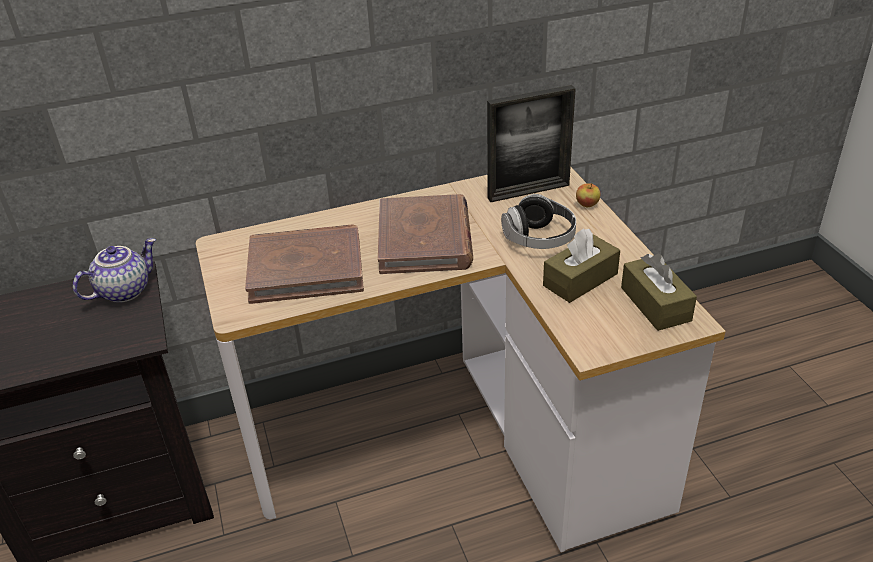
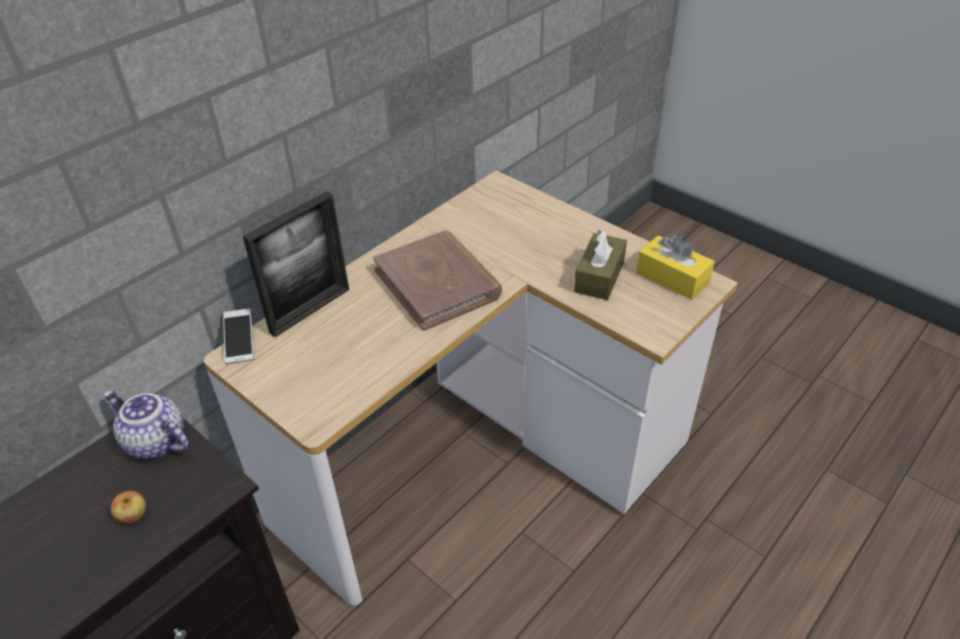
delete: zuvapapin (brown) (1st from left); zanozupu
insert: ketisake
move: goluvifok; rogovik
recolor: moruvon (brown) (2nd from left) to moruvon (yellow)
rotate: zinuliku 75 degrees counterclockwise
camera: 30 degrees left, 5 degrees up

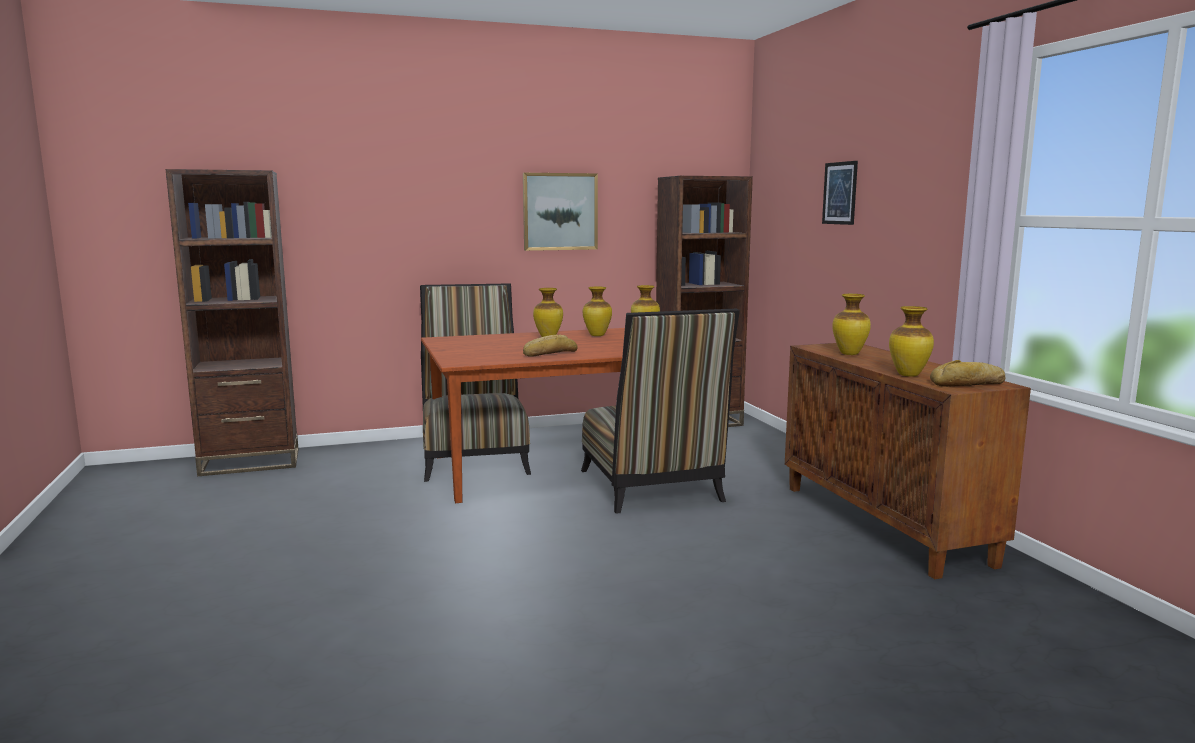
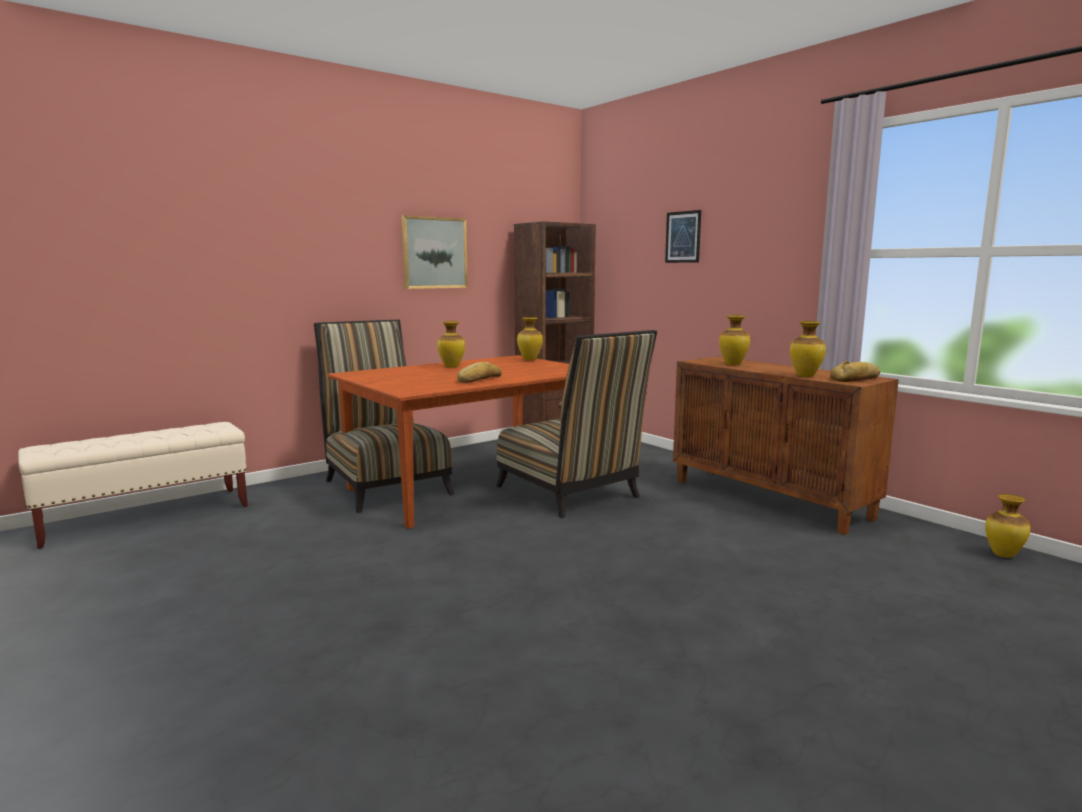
move: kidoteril (2nd from left in the first image) to kidoteril (5th from left)
replace: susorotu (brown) (1st from left) to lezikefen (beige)
camera: 20 degrees left, 0 degrees up

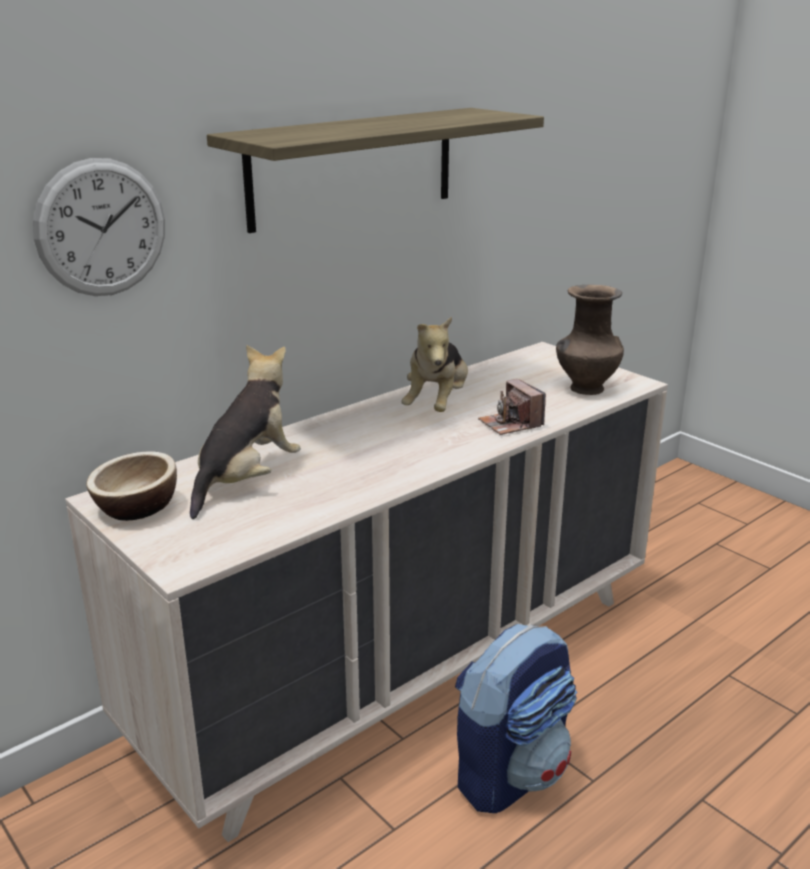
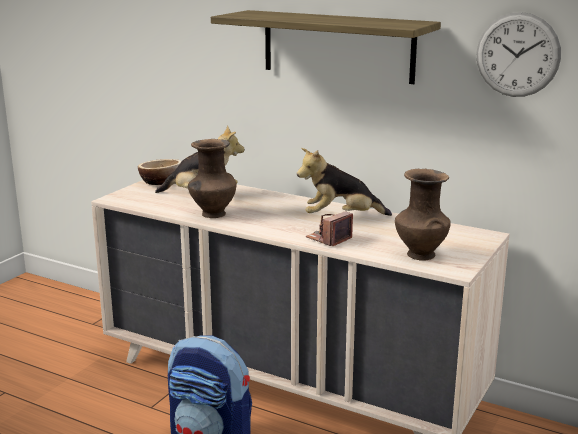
insert: kidoteril (brown) (1st from left)
move: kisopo
camera: 70 degrees right, 5 degrees down

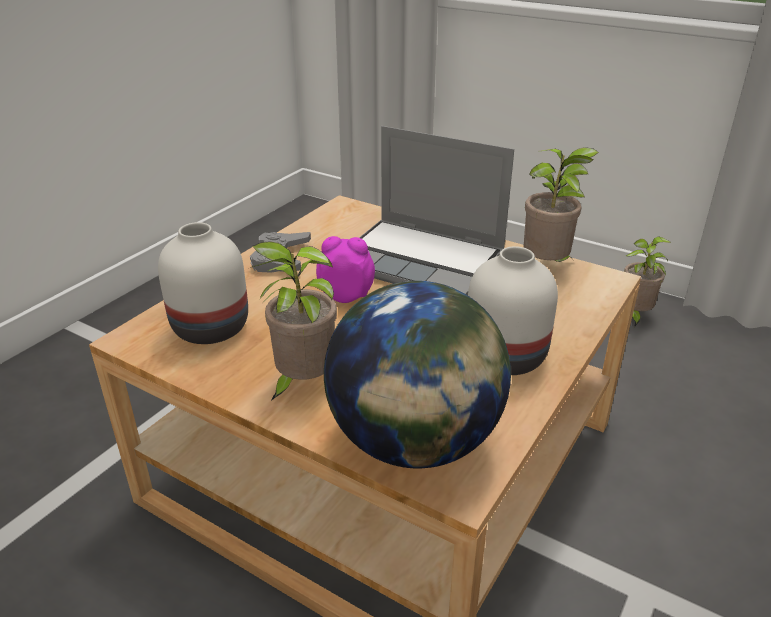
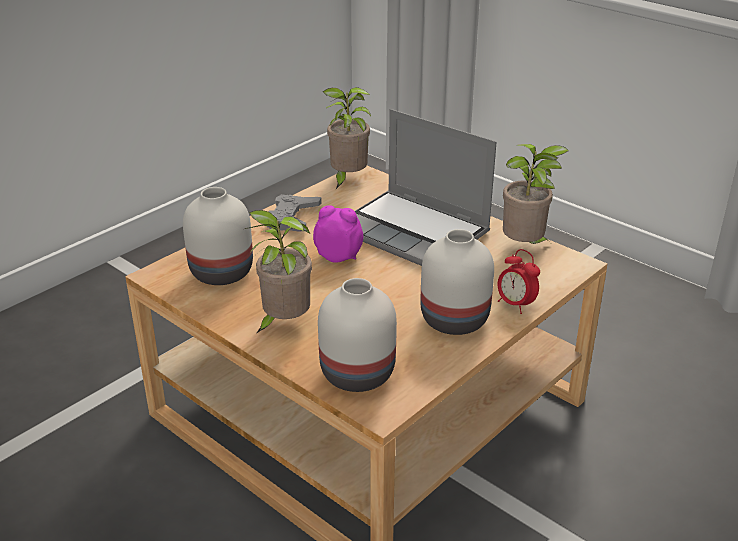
insert: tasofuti (2nd from left)
move: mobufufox (3rd from left in the first image) to mobufufox (2nd from left)
replace: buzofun to kidoteril (white) (2nd from left)
camera: 10 degrees right, 0 degrees up

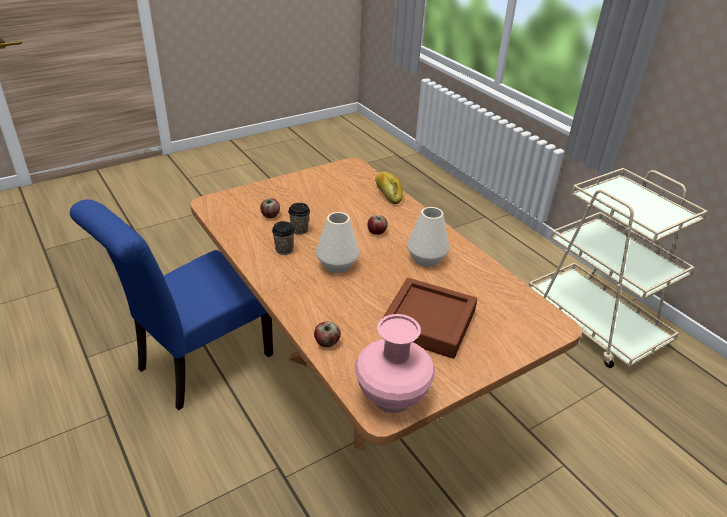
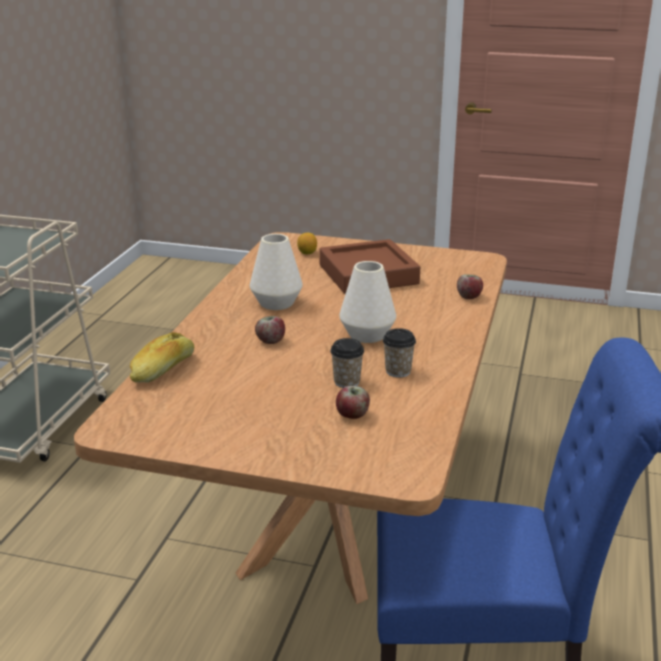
delete: kidoteril (pink)
insert: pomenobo
camera: 130 degrees left, 10 degrees down

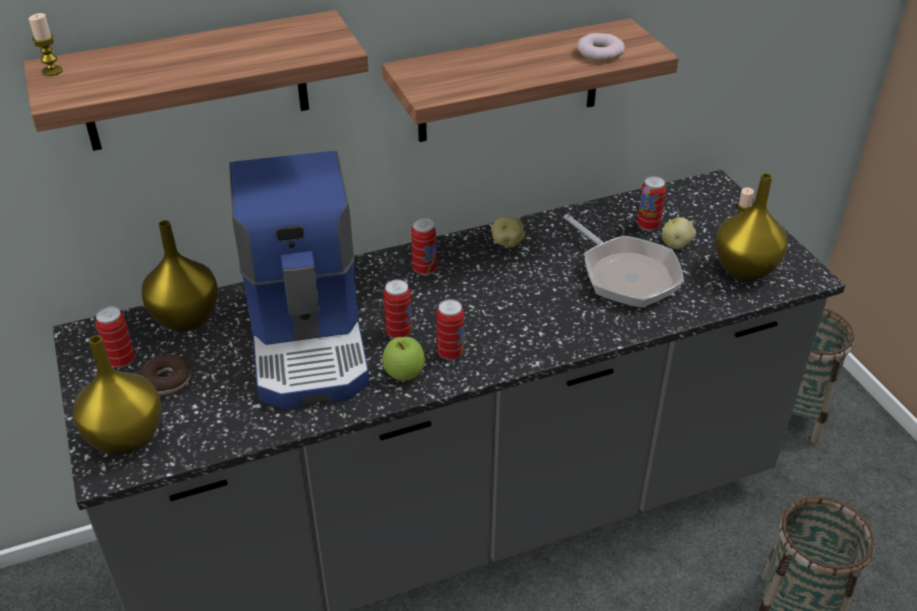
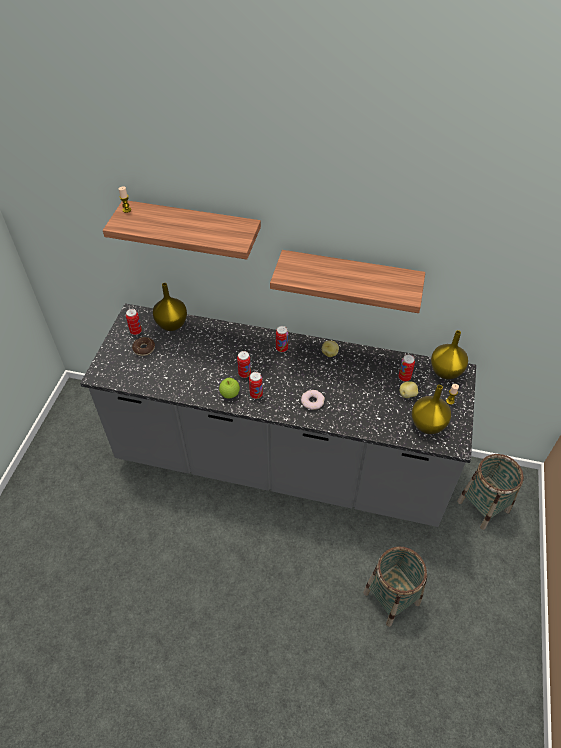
delete: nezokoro; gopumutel
move: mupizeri (2nd from left); kidoteril (yellow) (1st from left in the first image) to kidoteril (yellow) (3rd from left)
camera: 35 degrees right, 10 degrees up

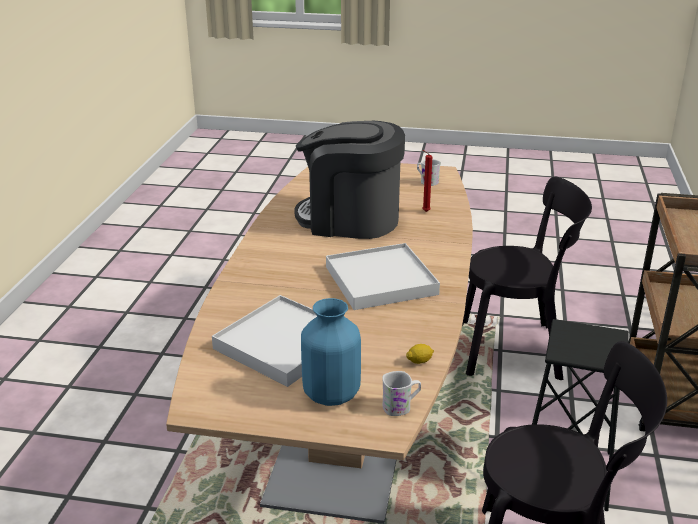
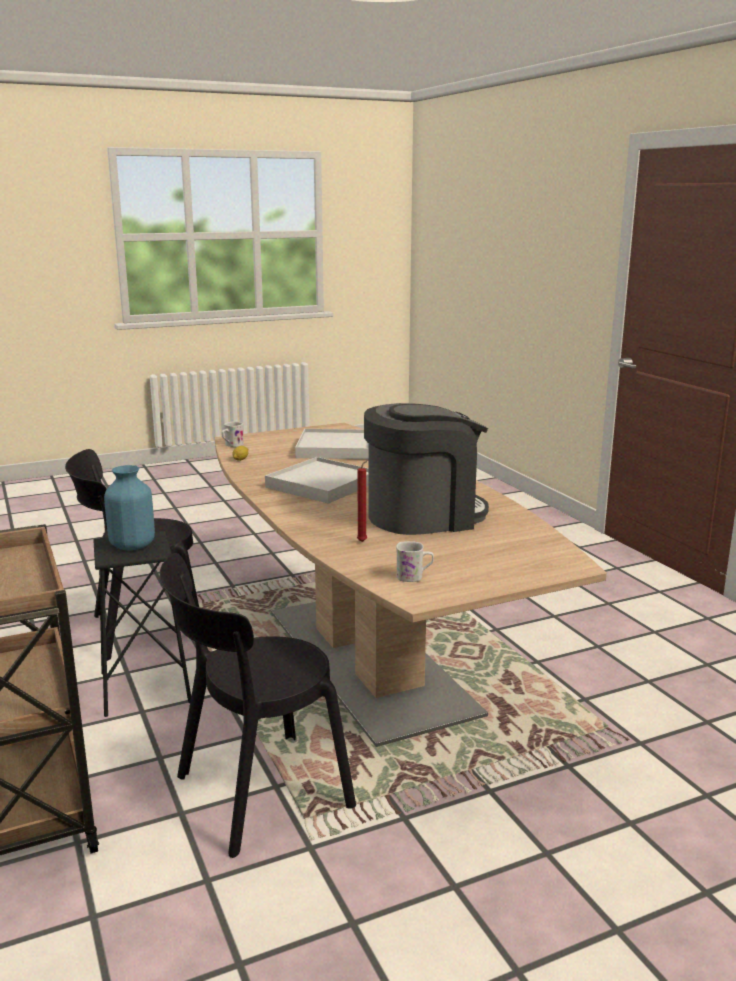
move: kidoteril (blue)
camera: 145 degrees right, 10 degrees down

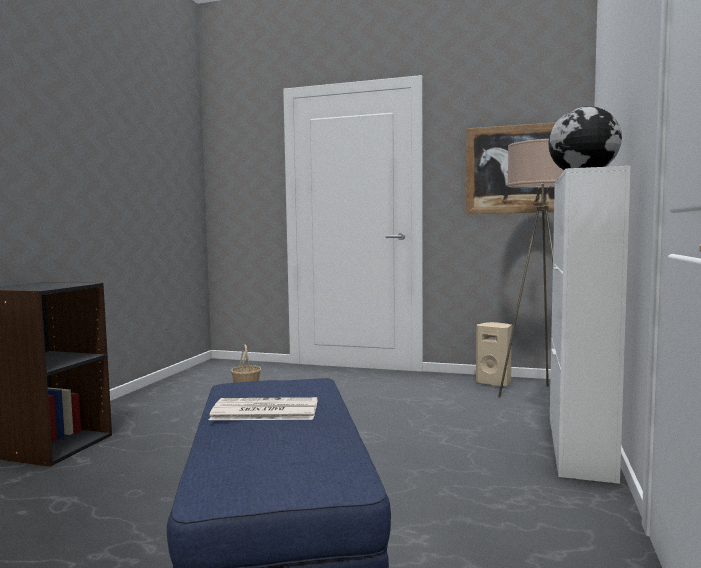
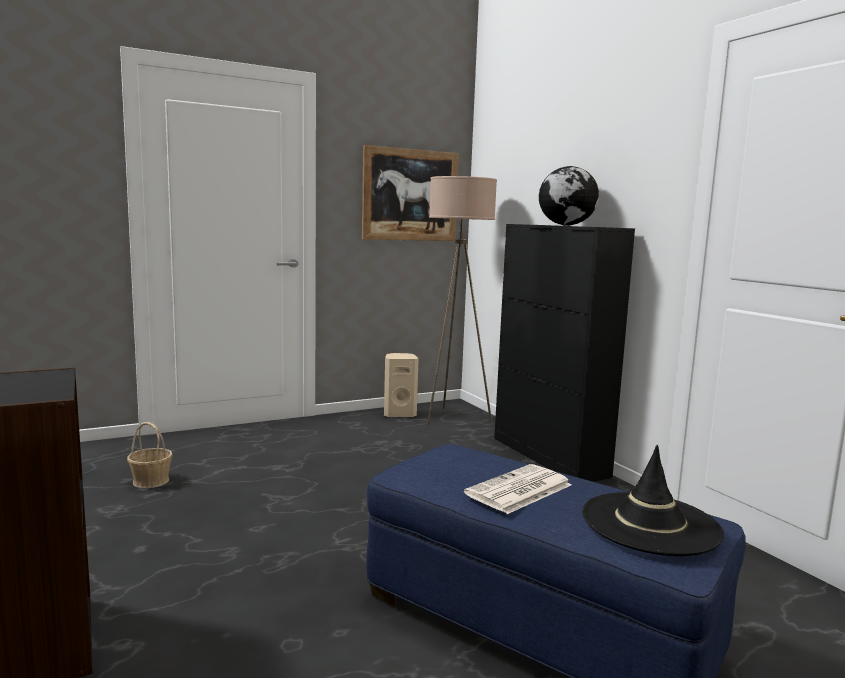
insert: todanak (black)
recolor: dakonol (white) to dakonol (black)
camera: 45 degrees left, 5 degrees up

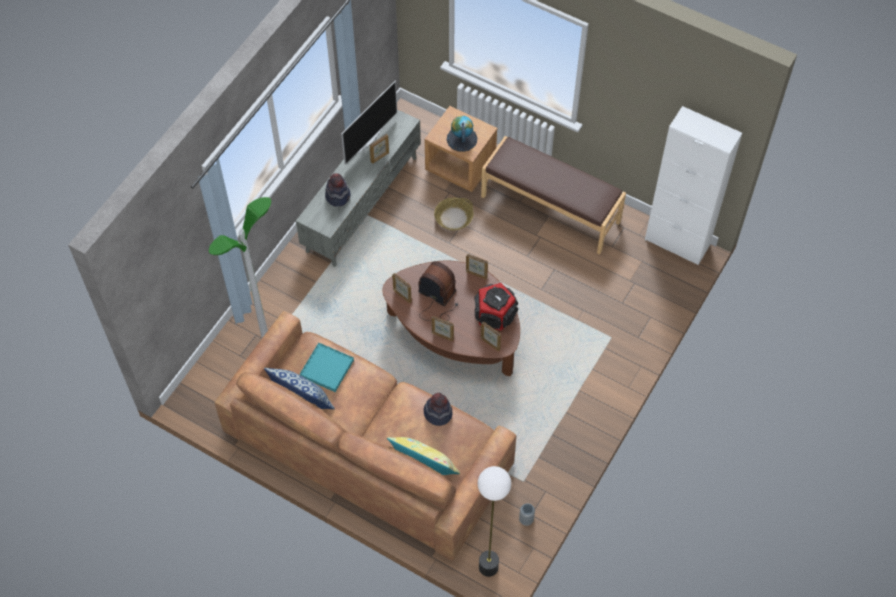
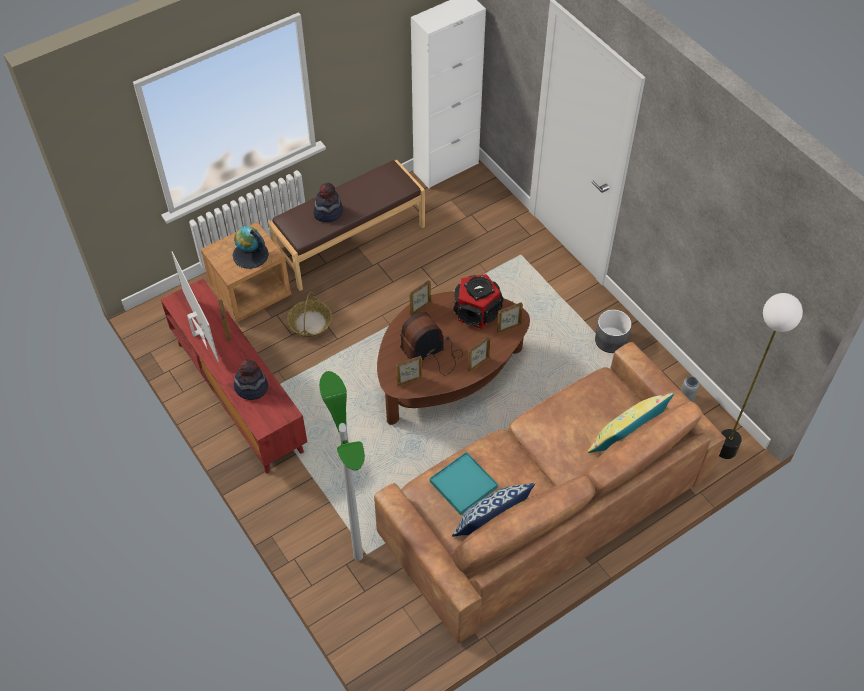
insert: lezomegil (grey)
move: todanak (2nd from left)
recolor: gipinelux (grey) to gipinelux (red)
camera: 65 degrees left, 5 degrees down

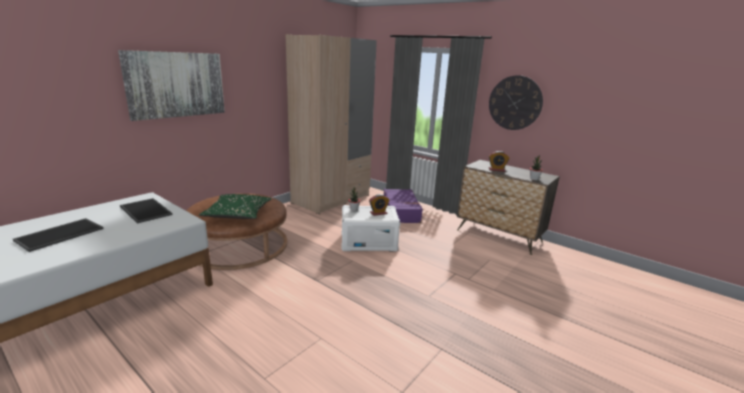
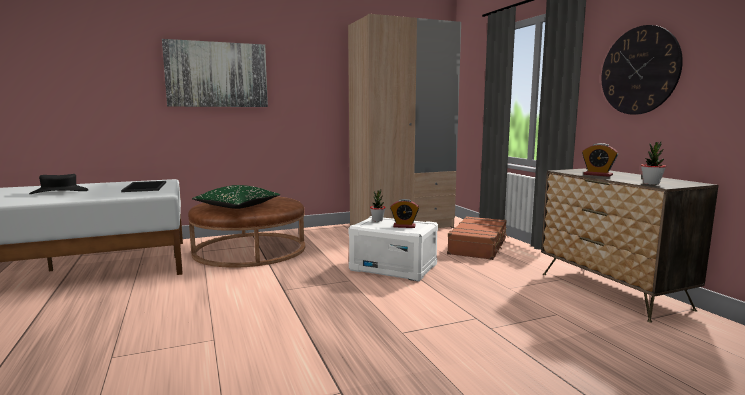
replace: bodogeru (1st from left) to todanak (black)
recolor: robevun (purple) to robevun (brown)
camera: 30 degrees right, 10 degrees down

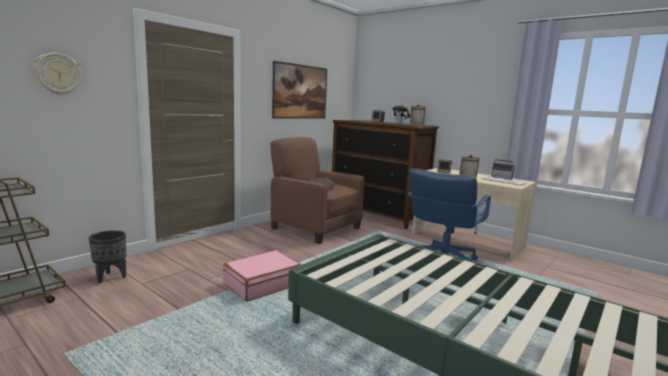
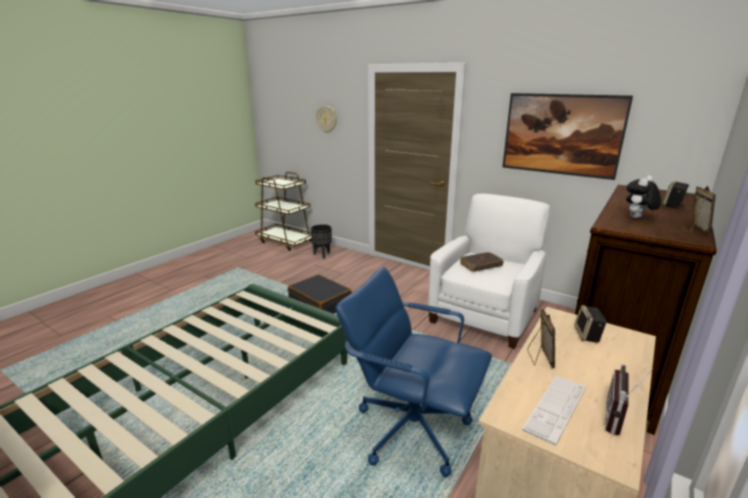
recolor: robevun (pink) to robevun (black); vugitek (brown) to vugitek (white)
camera: 85 degrees right, 10 degrees up

